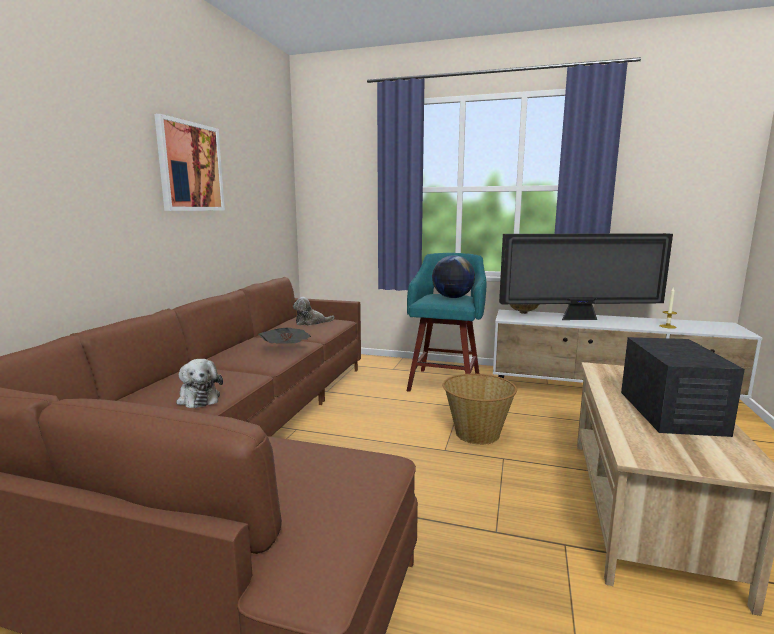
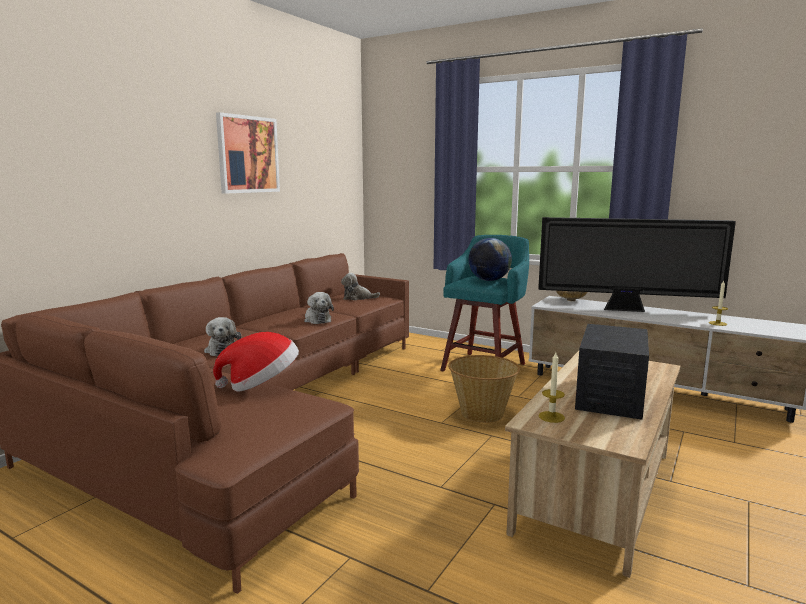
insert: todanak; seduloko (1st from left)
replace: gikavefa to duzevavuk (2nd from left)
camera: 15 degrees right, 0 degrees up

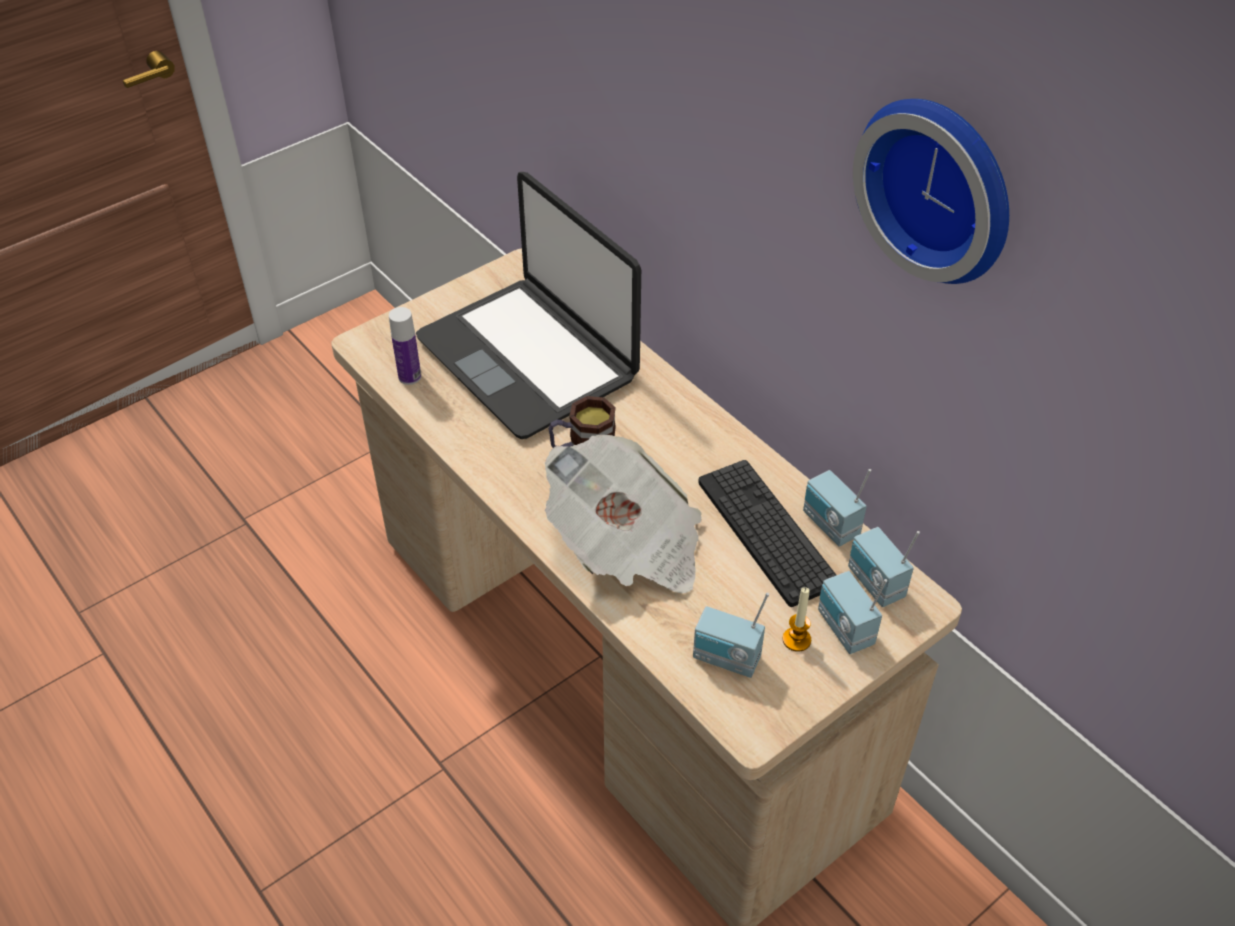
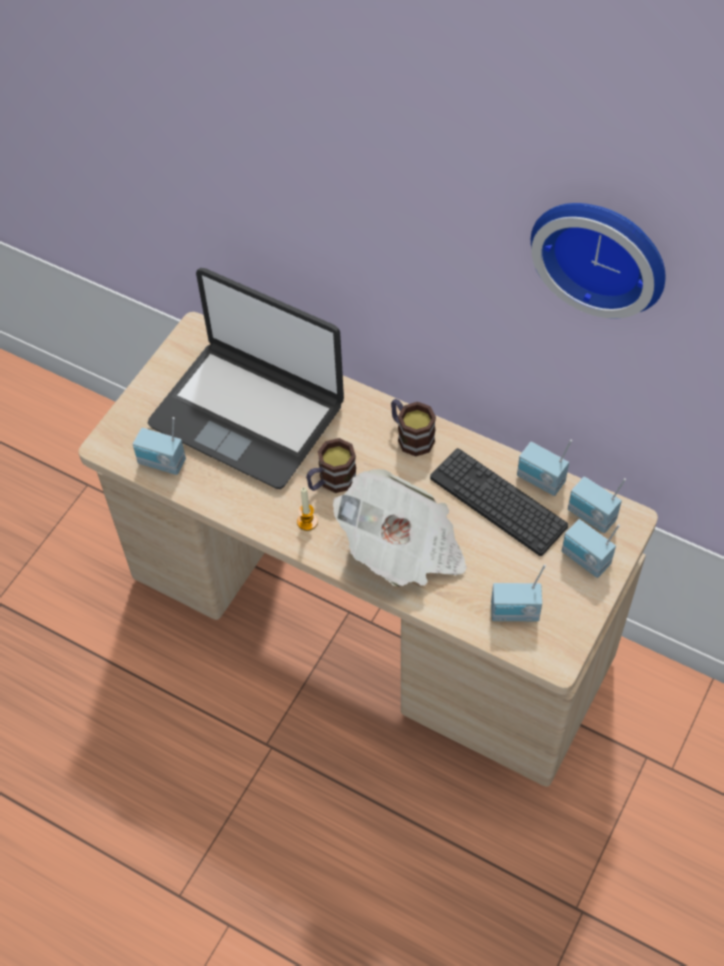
insert: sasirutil (2nd from left)
move: seduloko
replace: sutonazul to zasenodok (1st from left)
camera: 20 degrees left, 10 degrees up

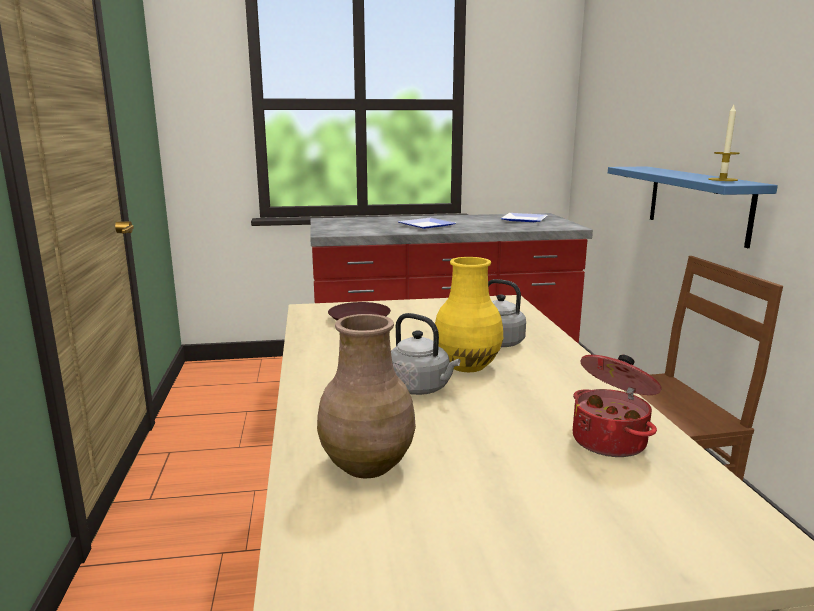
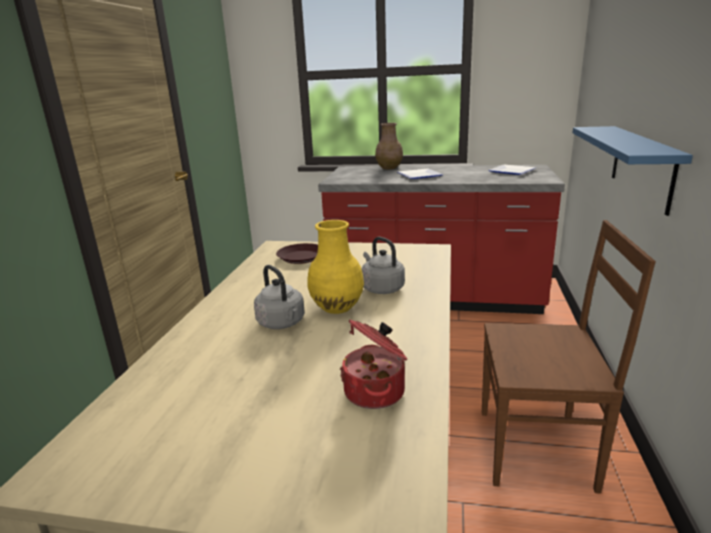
delete: seduloko
move: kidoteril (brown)
camera: 20 degrees right, 5 degrees up

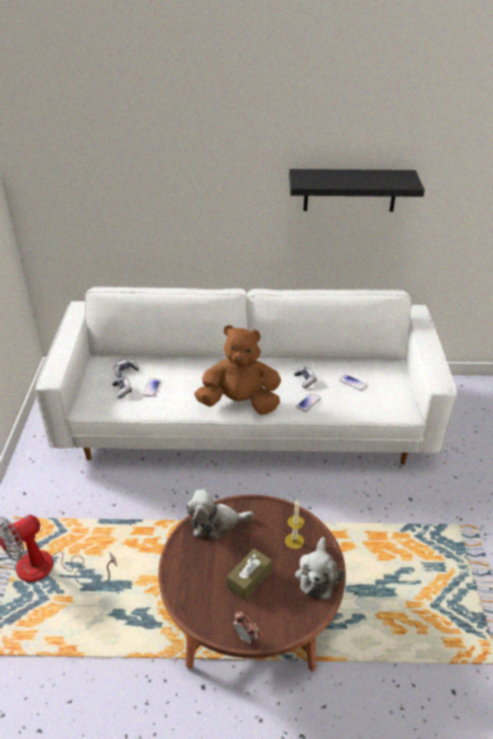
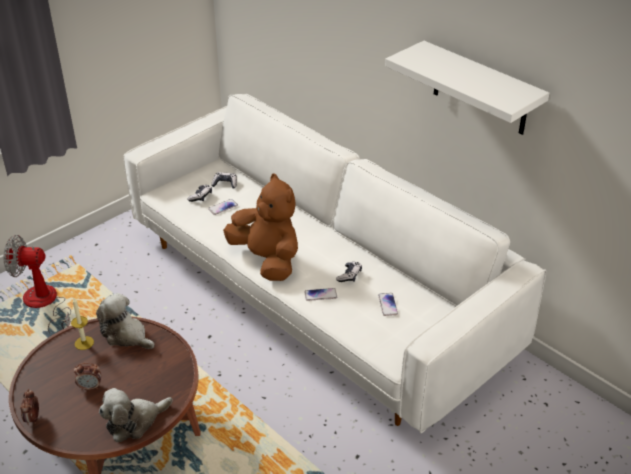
move: seduloko
replace: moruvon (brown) to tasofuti (2nd from left)
recolor: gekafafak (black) to gekafafak (white)
camera: 45 degrees right, 0 degrees up

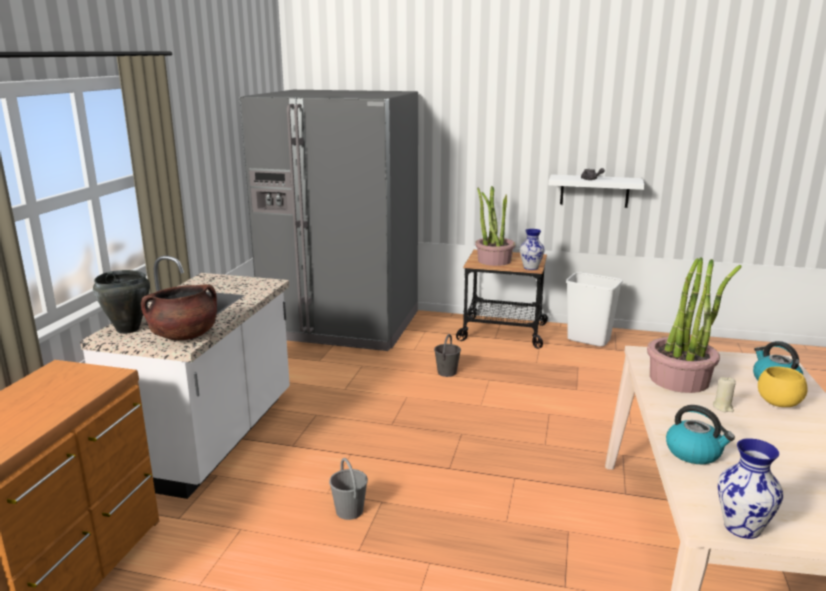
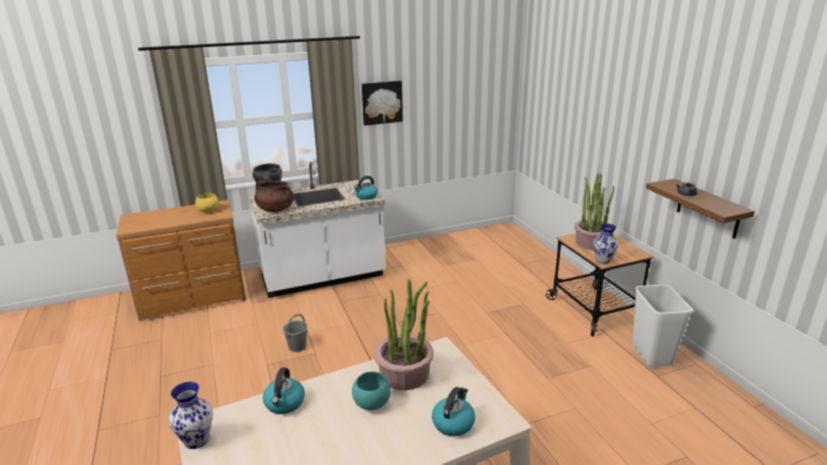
delete: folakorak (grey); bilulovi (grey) (2nd from left)
insert: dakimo (2nd from left); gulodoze
move: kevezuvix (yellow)
replace: seduloko (beige) to kevezuvix (turquoise)
recolor: gekafafak (white) to gekafafak (brown)
camera: 55 degrees right, 5 degrees up

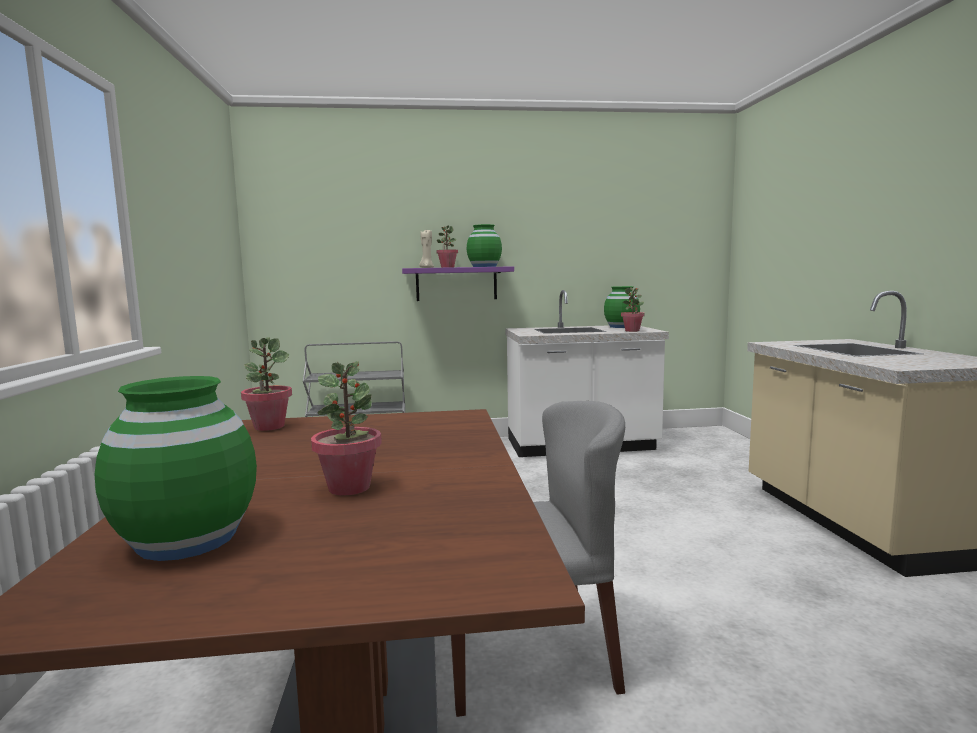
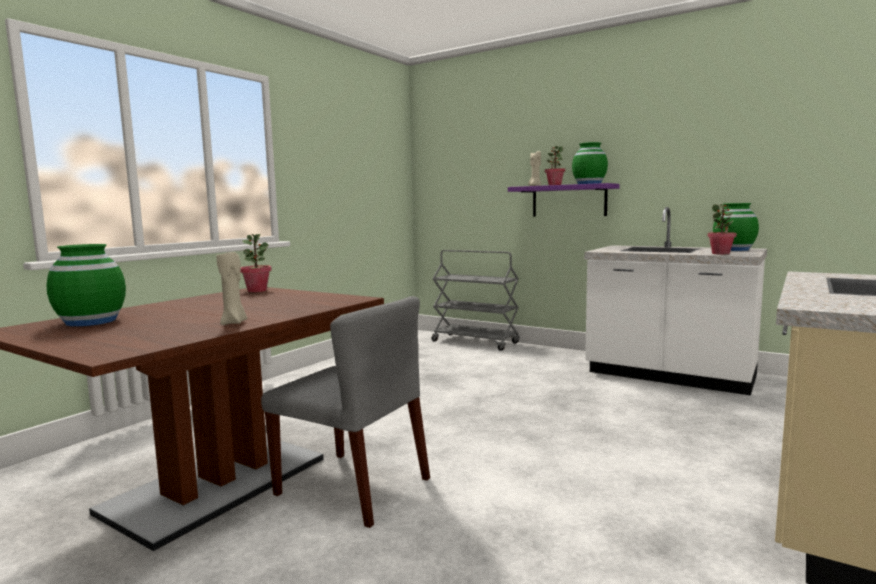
delete: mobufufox (2nd from left)
insert: seduloko (beige) (1st from left)
camera: 40 degrees right, 0 degrees up

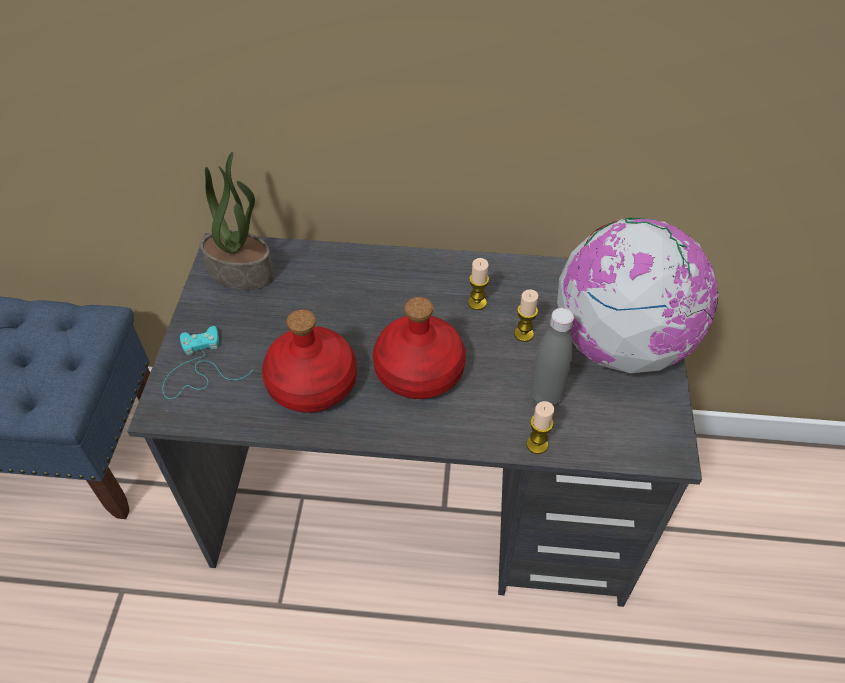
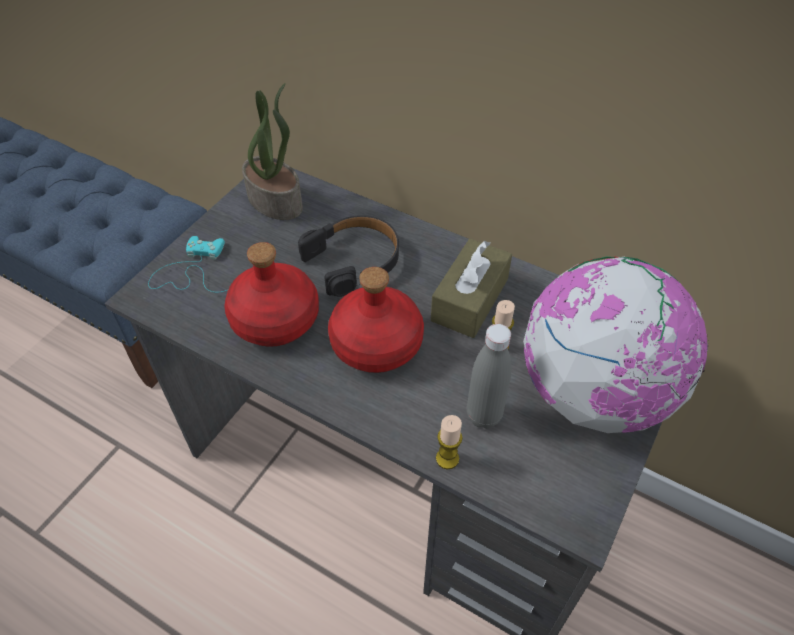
insert: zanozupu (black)
replace: seduloko (1st from left) to moruvon (brown)
camera: 25 degrees right, 0 degrees up

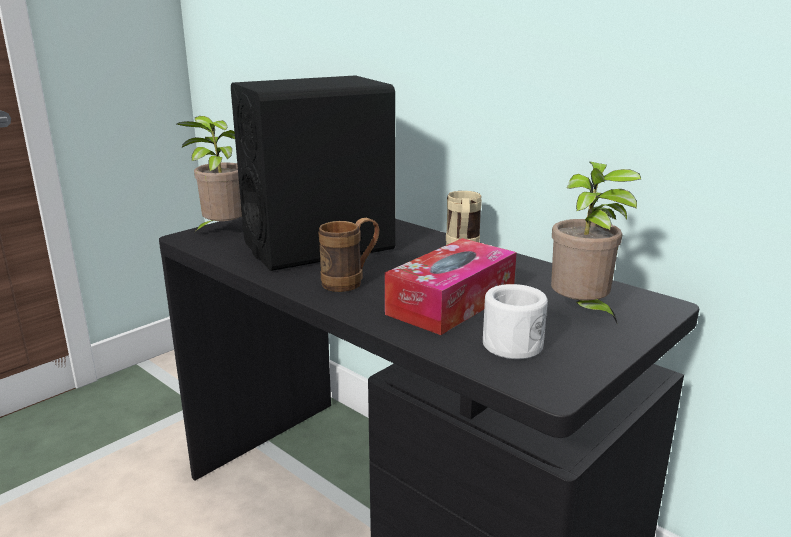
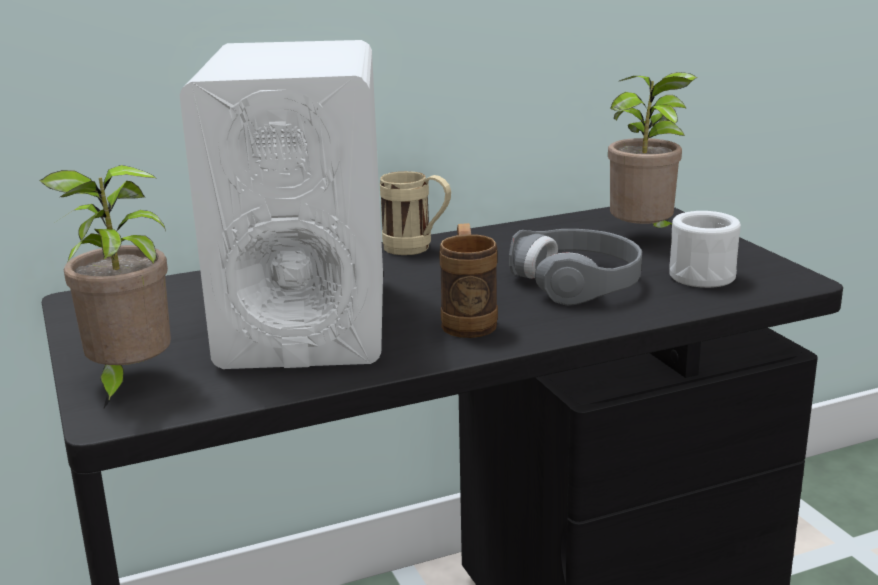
replace: moruvon to zanozupu (grey)
recolor: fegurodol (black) to fegurodol (white)
camera: 65 degrees left, 0 degrees up

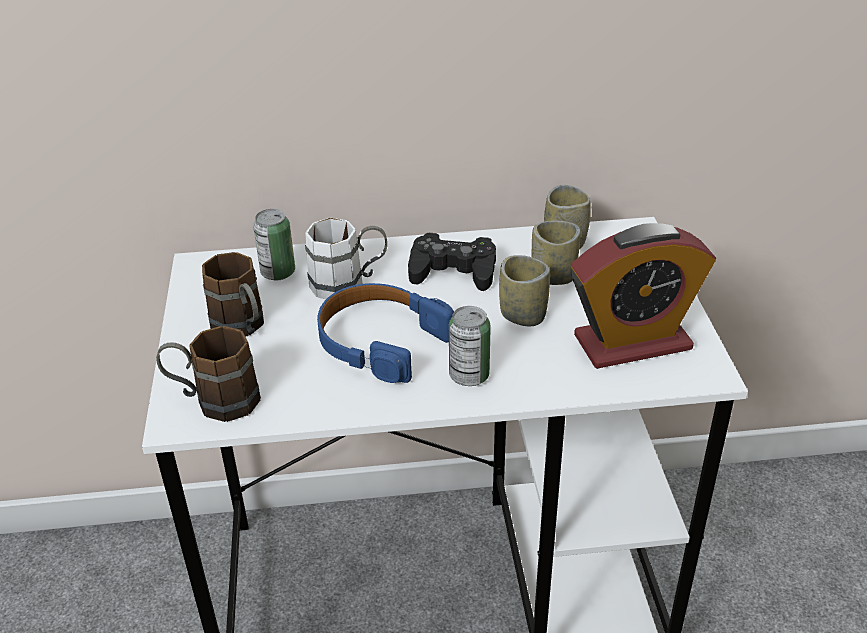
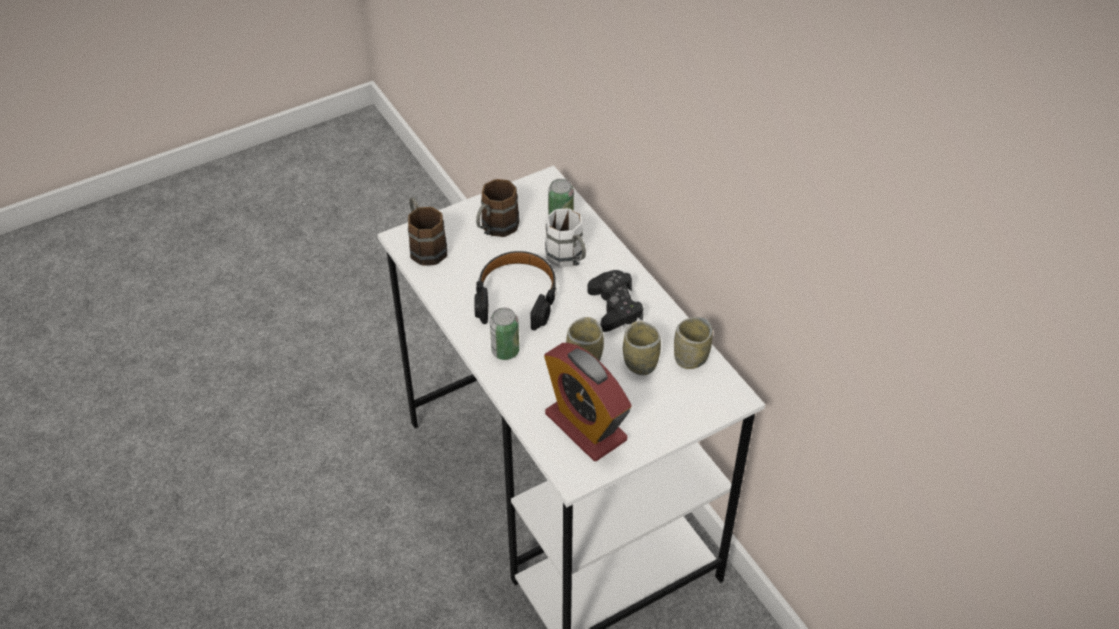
recolor: zanozupu (blue) to zanozupu (black)
camera: 65 degrees right, 10 degrees up

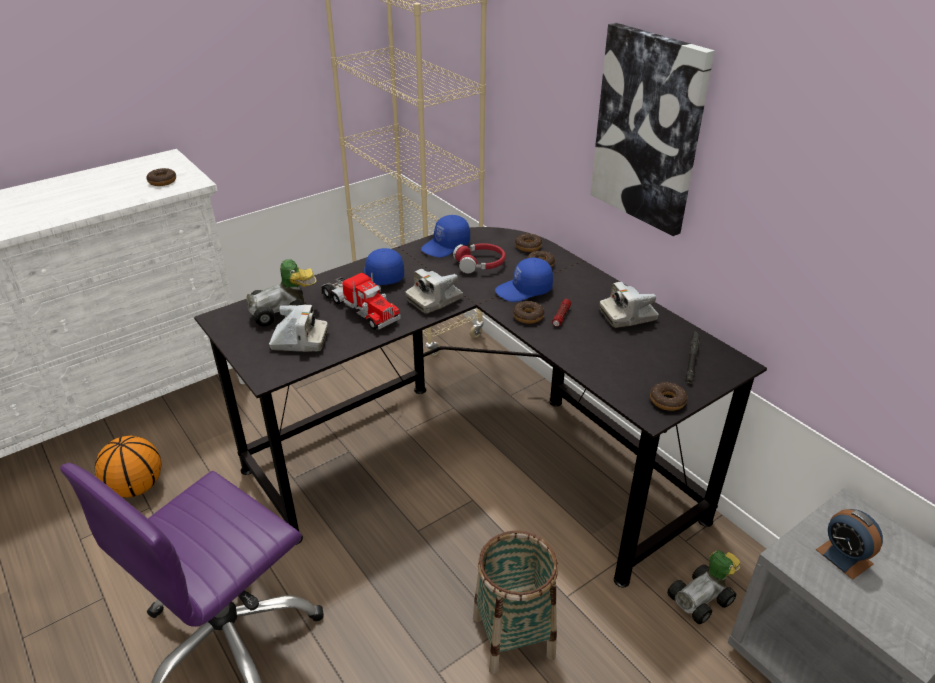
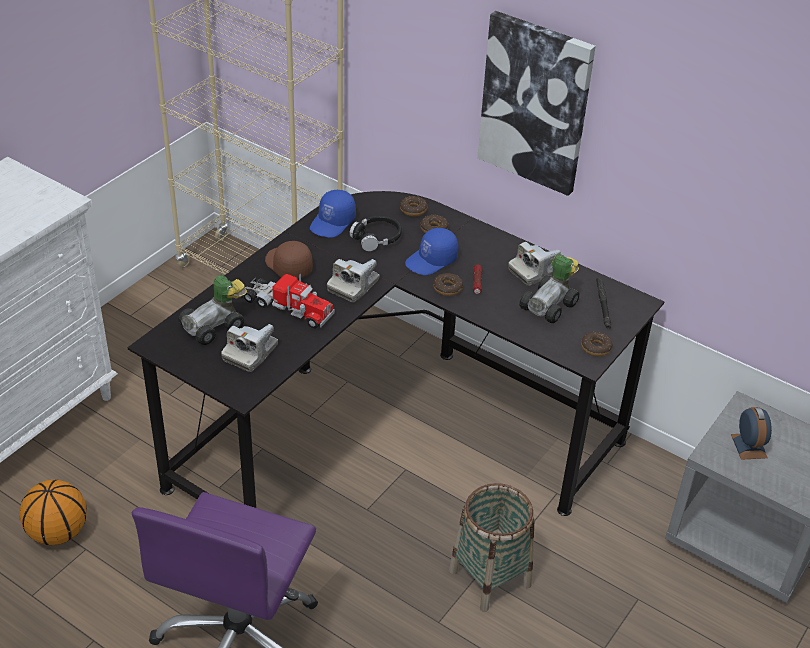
delete: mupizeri (1st from left)
move: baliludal (2nd from left)
recolor: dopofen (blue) (1st from left) to dopofen (brown); zanozupu (red) to zanozupu (black)
rotate: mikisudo (1st from left) 135 degrees clockwise; tasofuti 135 degrees counterclockwise
camera: 20 degrees left, 5 degrees up

